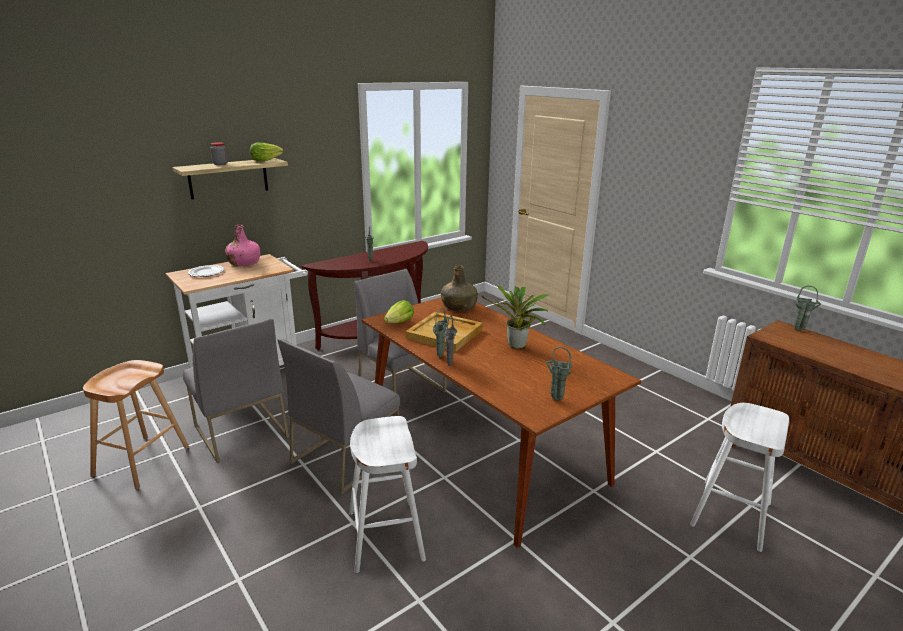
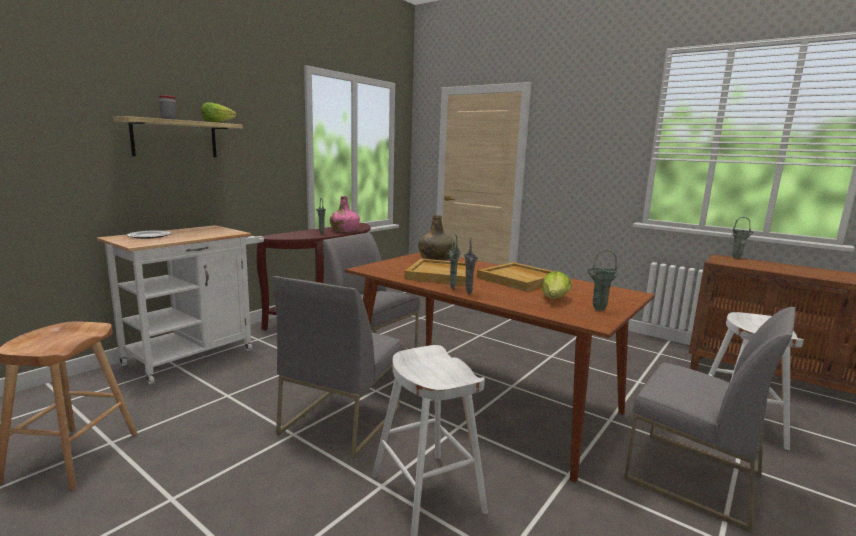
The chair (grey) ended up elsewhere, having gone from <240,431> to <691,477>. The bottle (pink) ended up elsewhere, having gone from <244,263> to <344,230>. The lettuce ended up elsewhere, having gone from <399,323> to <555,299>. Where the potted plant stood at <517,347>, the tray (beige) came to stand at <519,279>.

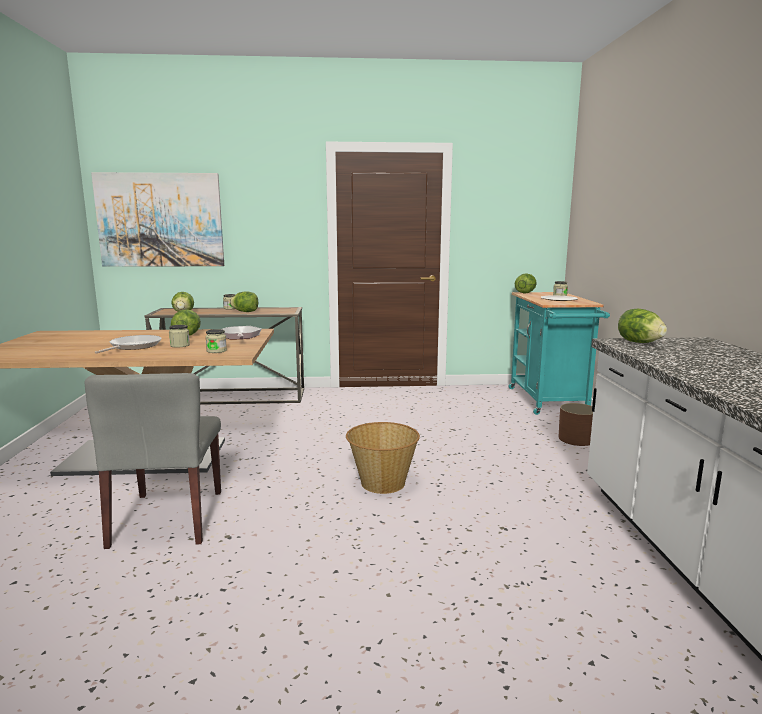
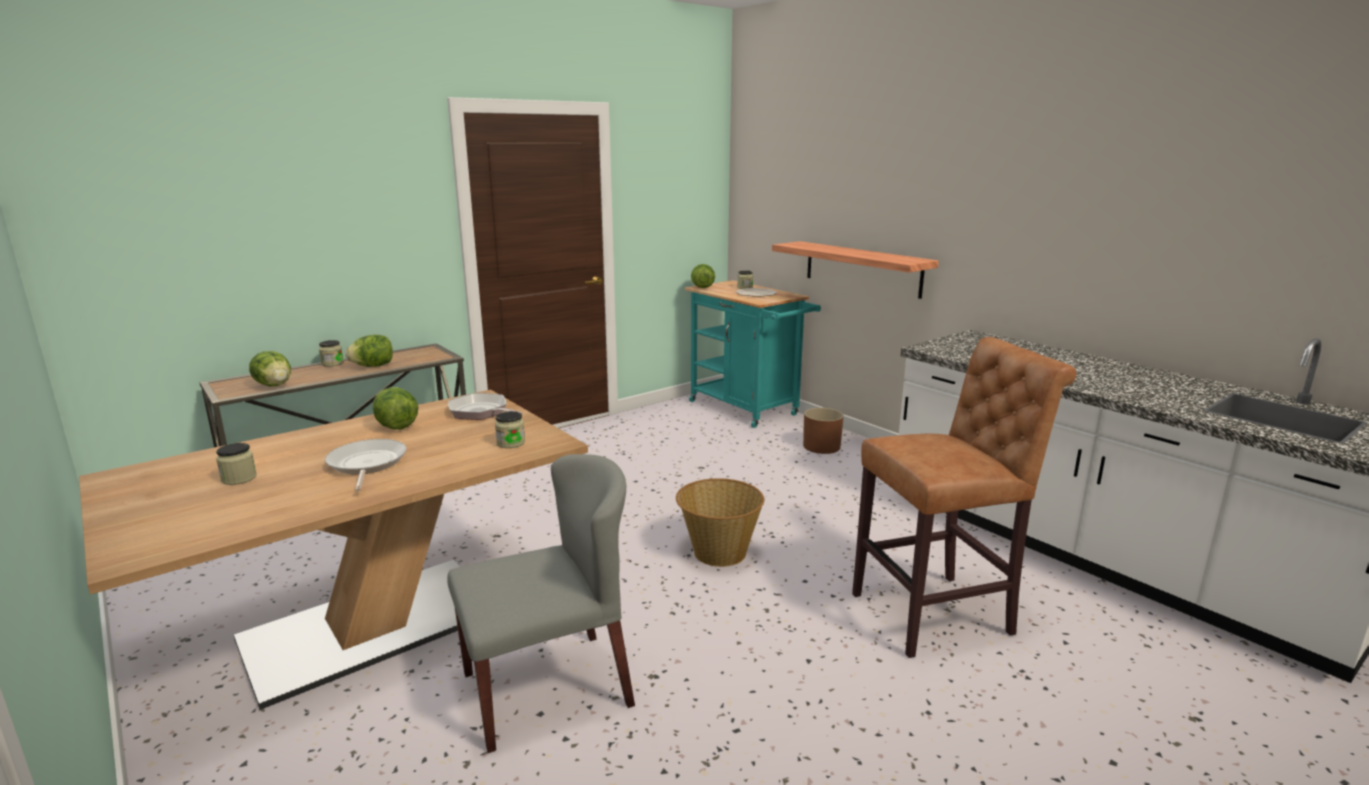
The second view lost the picture at <160,220>. The second view lost the lettuce at <639,342>. The second view gained the shelf at <862,268>. The second view gained the stool (brown) at <939,613>. The jar ended up elsewhere, having gone from <180,345> to <239,478>. The chair (grey) at <168,518> ended up facing another way, 75 degrees counterclockwise from before.

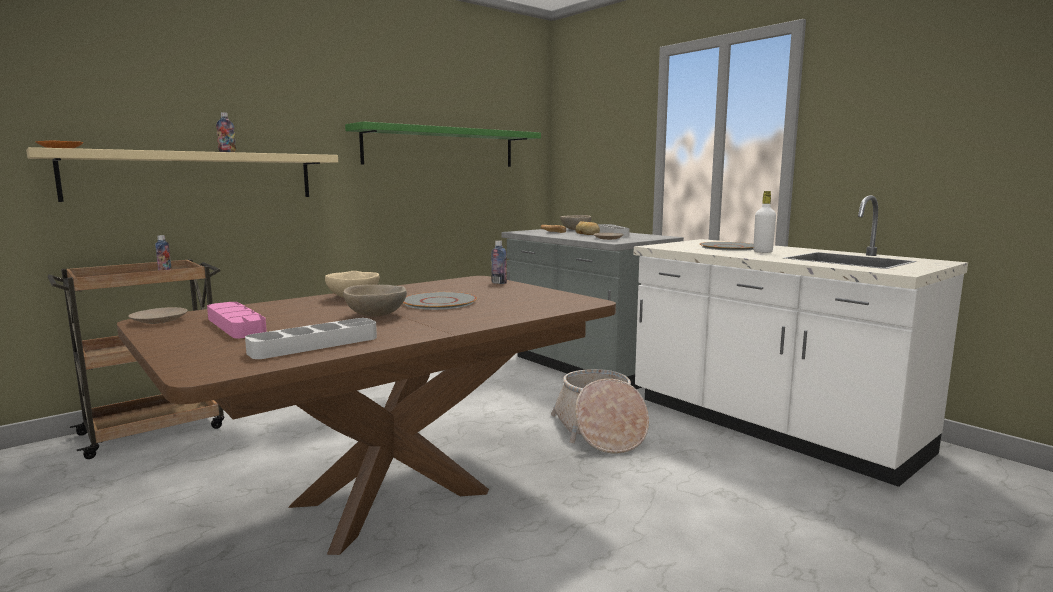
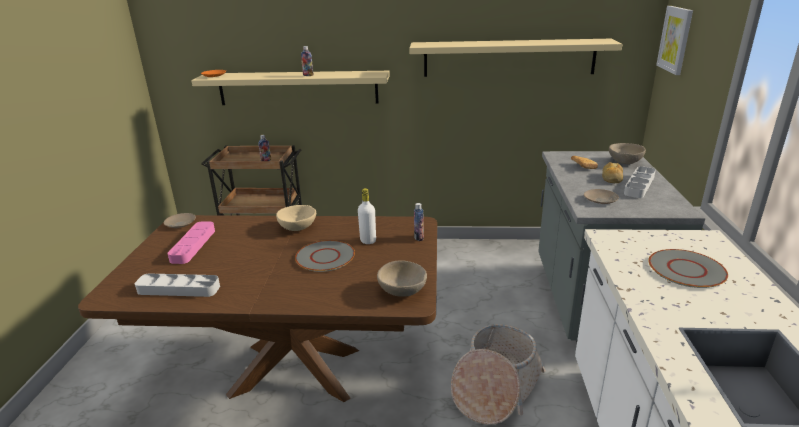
The second view gained the picture at <675,39>. The bowl (beige) ended up elsewhere, having gone from <375,315> to <401,291>. The bottle (white) ended up elsewhere, having gone from <762,252> to <368,241>. What was the shelf (green) at <441,147> turned into the shelf (beige) at <508,58>.

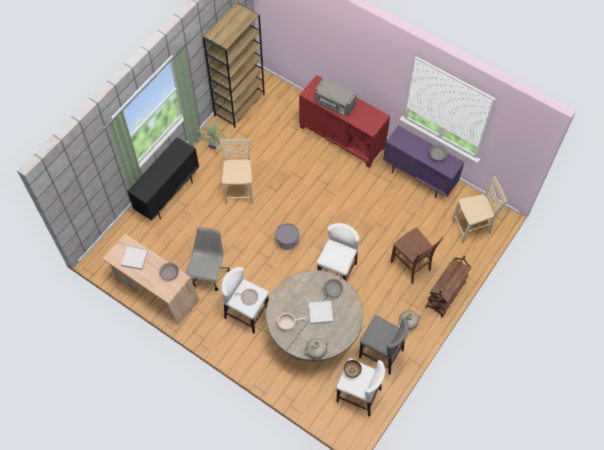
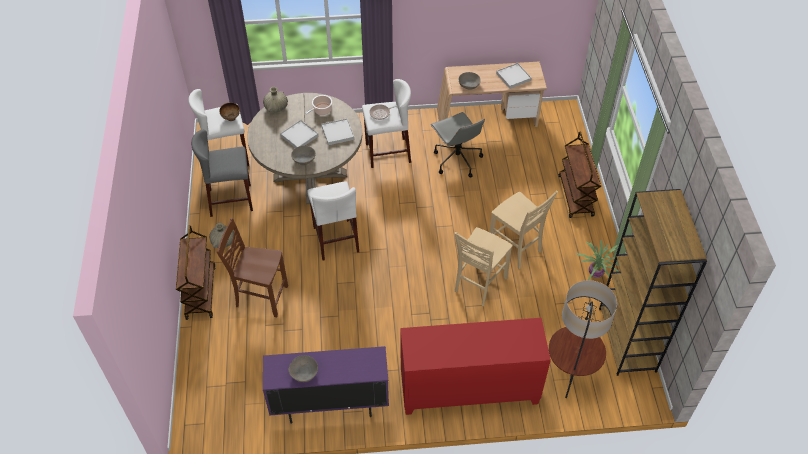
The second view lost the bucket (grey) at <287,241>. The second view lost the microwave (grey) at <334,104>. The second view gained the tray (white) at <337,133>. The second view gained the floor lamp at <568,378>. The chair (beige) ended up elsewhere, having gone from <472,227> to <479,284>. Where the cabinet (black) stood at <168,195>, the cart (brown) came to stand at <575,196>.

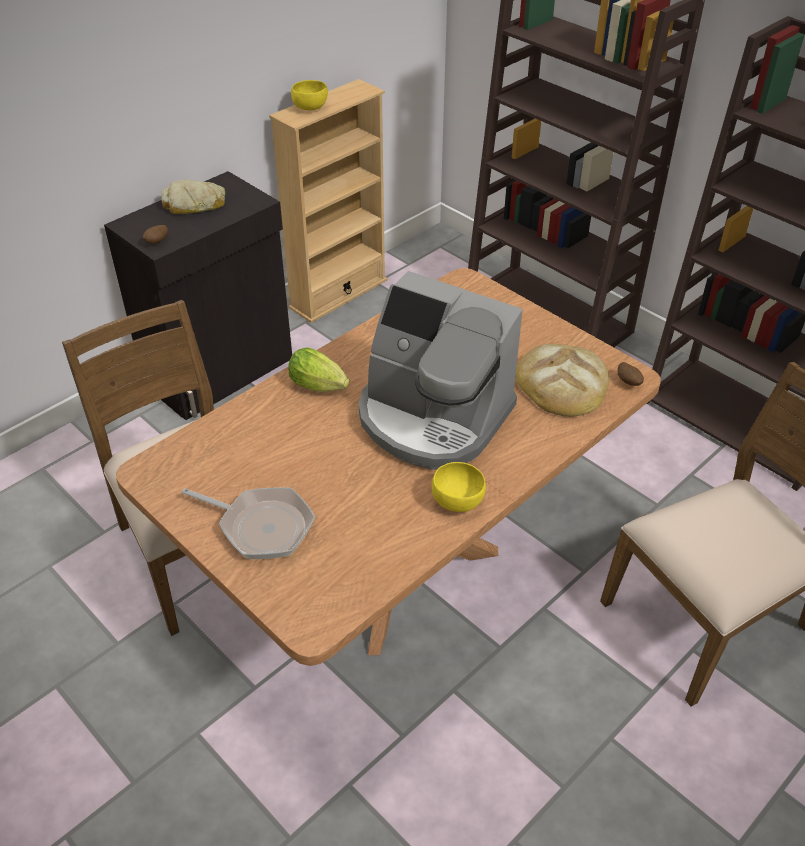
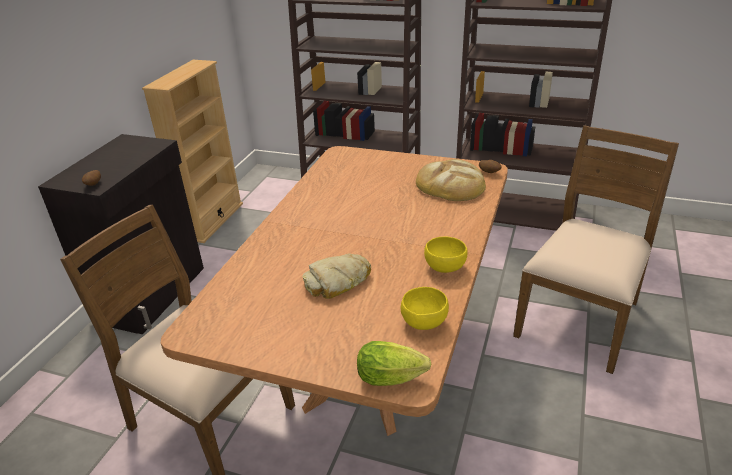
The second view lost the frying pan at <261,526>. The second view lost the coffee machine at <432,418>. The bread ended up elsewhere, having gone from <194,204> to <338,281>. The lettuce ended up elsewhere, having gone from <321,387> to <394,378>. The bowl (yellow) ended up elsewhere, having gone from <310,108> to <423,322>.

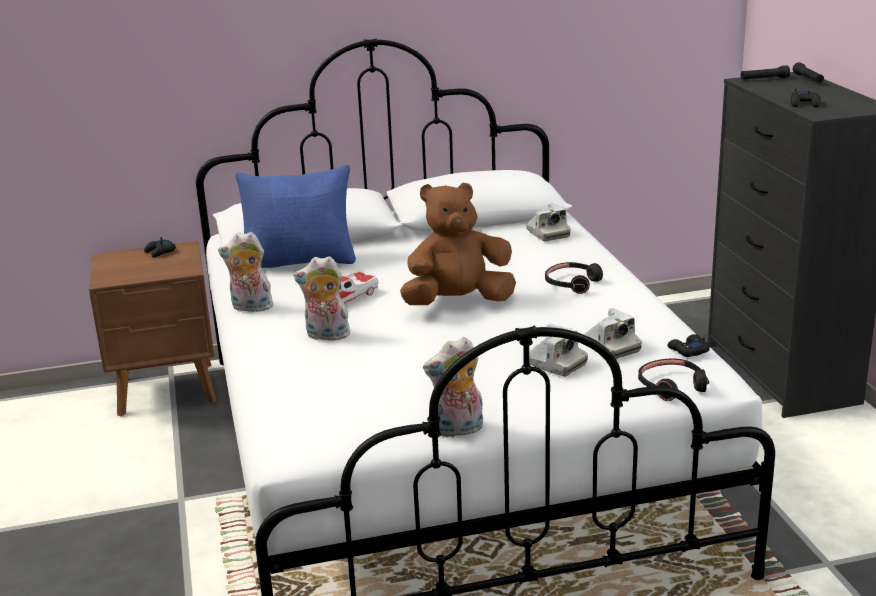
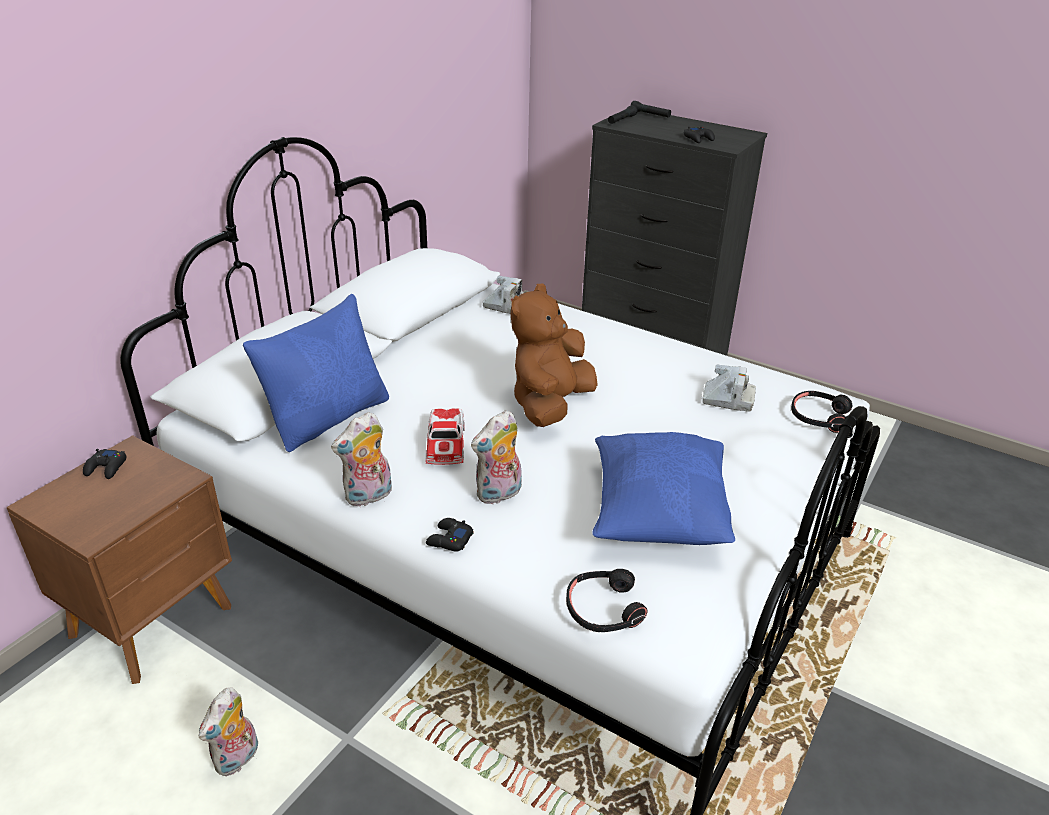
The second view lost the photo camera at <555,364>. The second view gained the pillow (blue) at <657,515>. The plush toy ended up elsewhere, having gone from <458,430> to <238,759>. The headphones (black) ended up elsewhere, having gone from <572,283> to <603,609>. The game controller (black) ended up elsewhere, having gone from <688,350> to <449,540>.

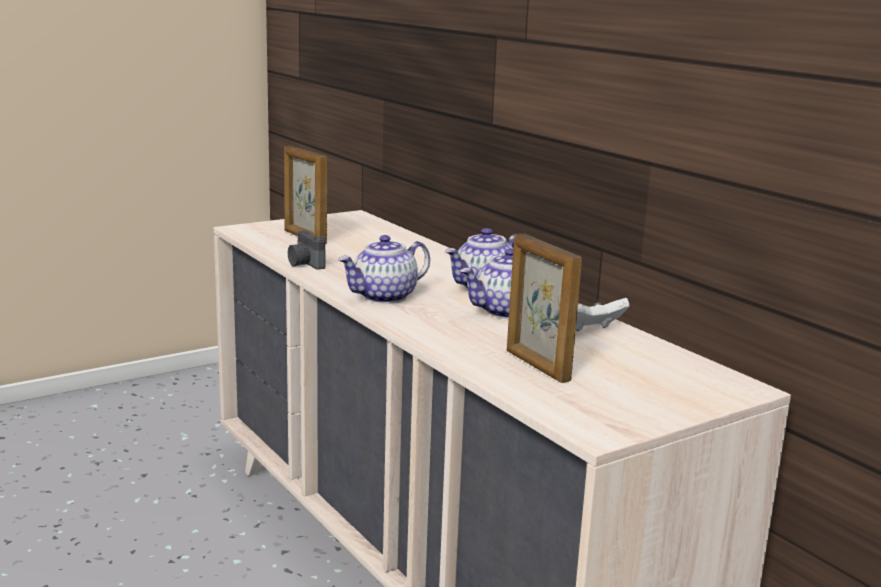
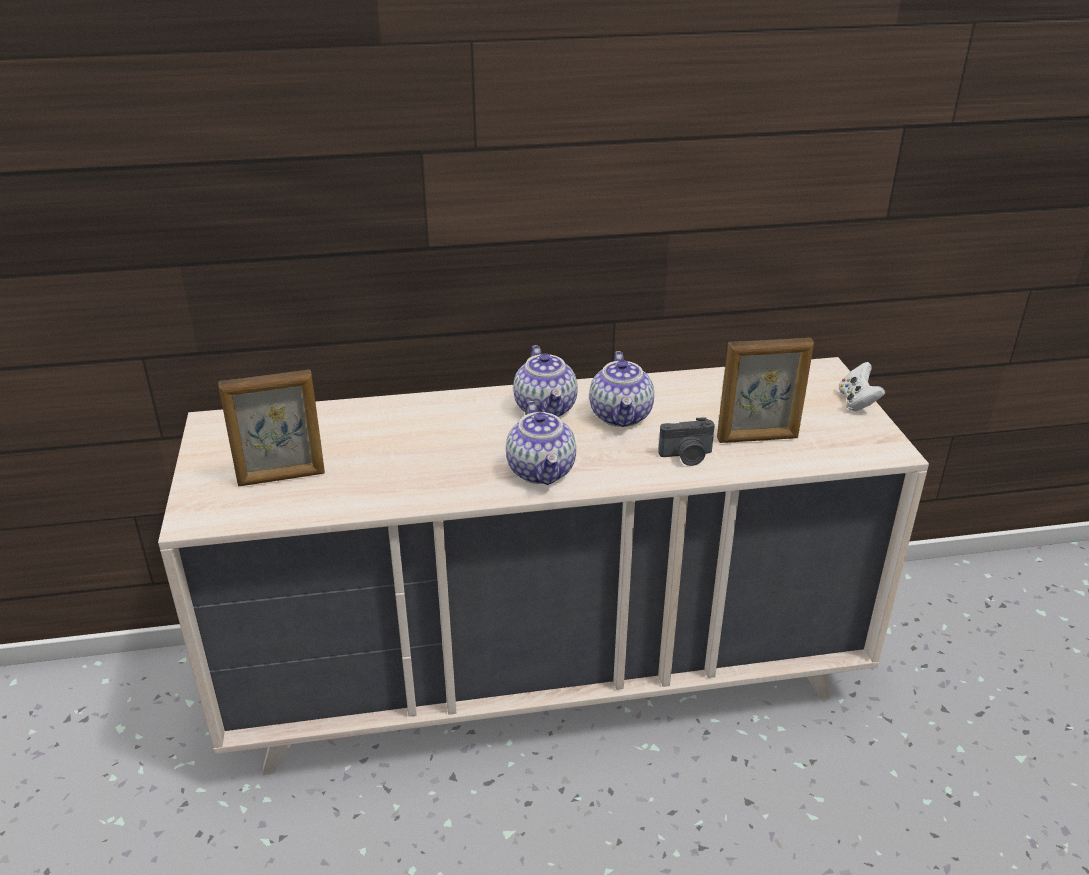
The photo camera ended up elsewhere, having gone from <305,264> to <687,456>. The game controller (white) ended up elsewhere, having gone from <592,330> to <857,402>.

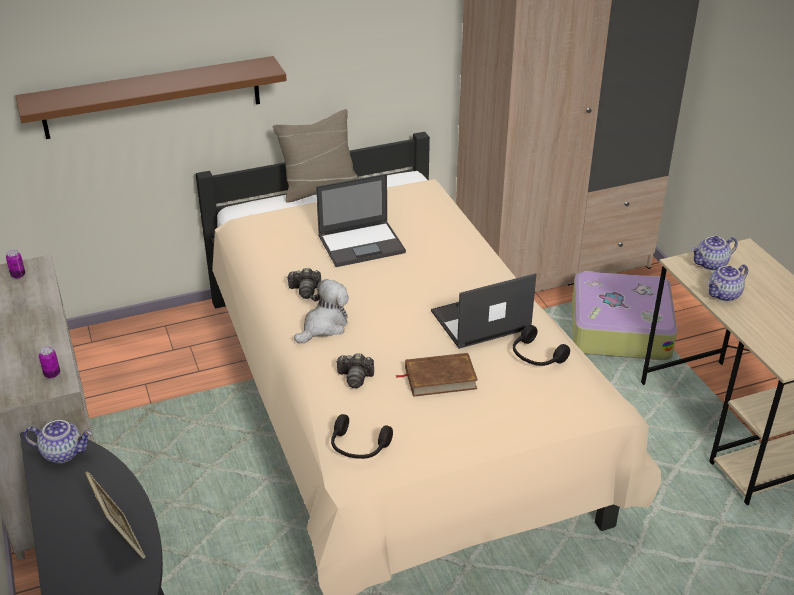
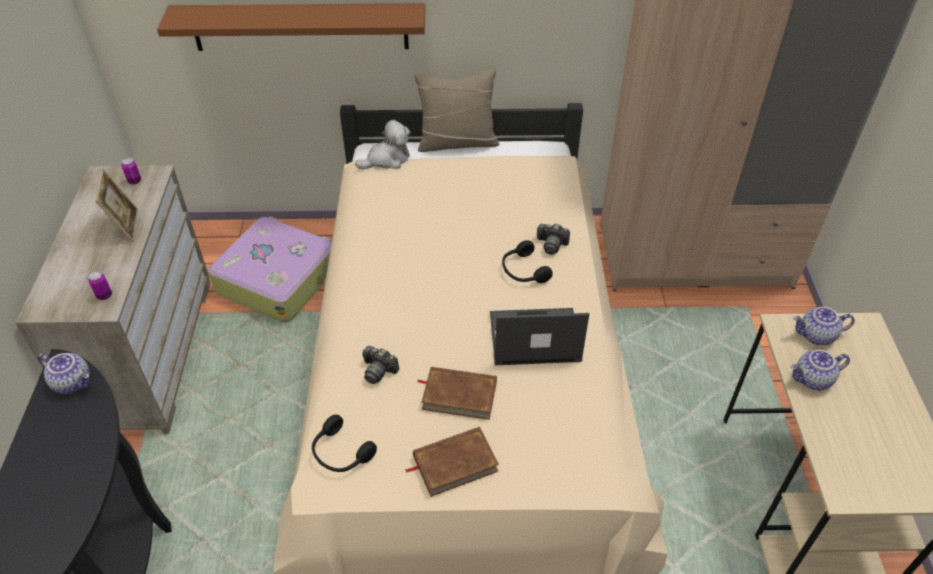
The second view lost the laptop at <362,244>. The second view gained the book (brown) at <454,463>. The picture frame ended up elsewhere, having gone from <121,540> to <126,226>. The photo camera ended up elsewhere, having gone from <305,290> to <551,244>. The plush toy ended up elsewhere, having gone from <324,326> to <387,159>. The headphones (black) ended up elsewhere, having gone from <536,356> to <523,271>. The suitcase ended up elsewhere, having gone from <619,328> to <277,279>.

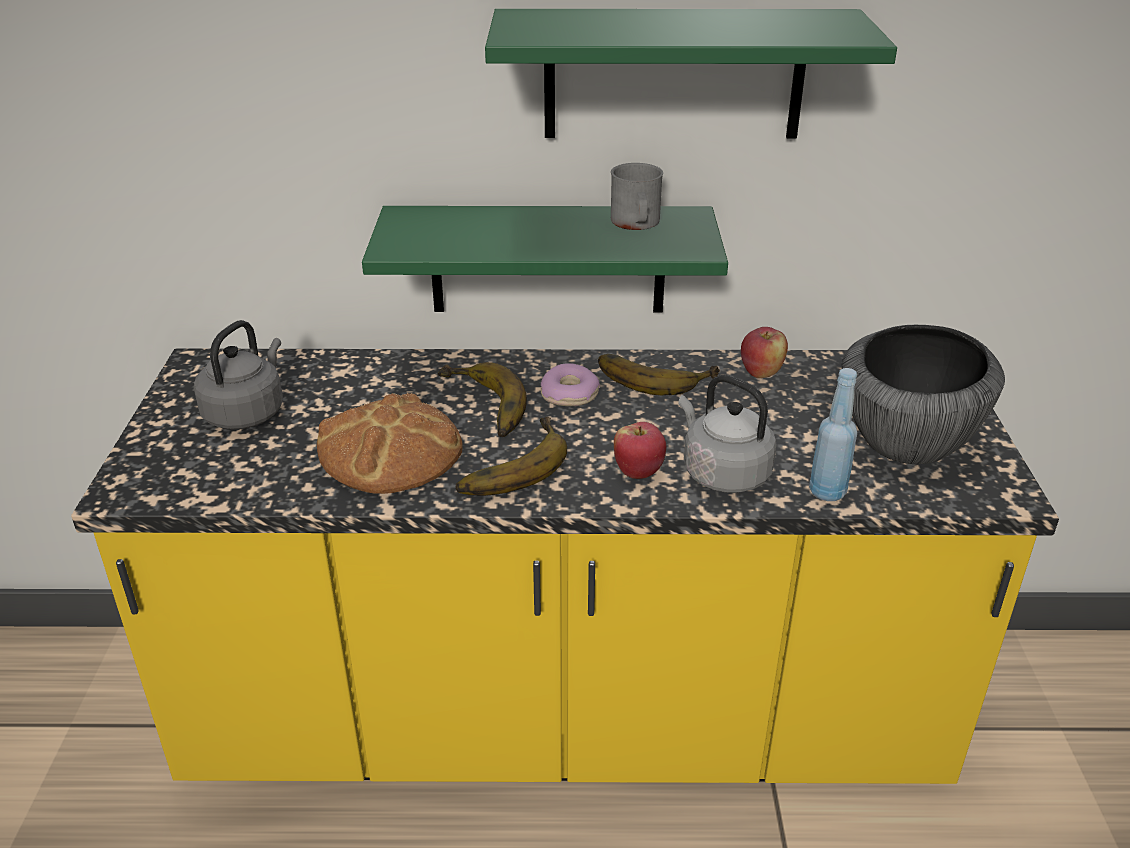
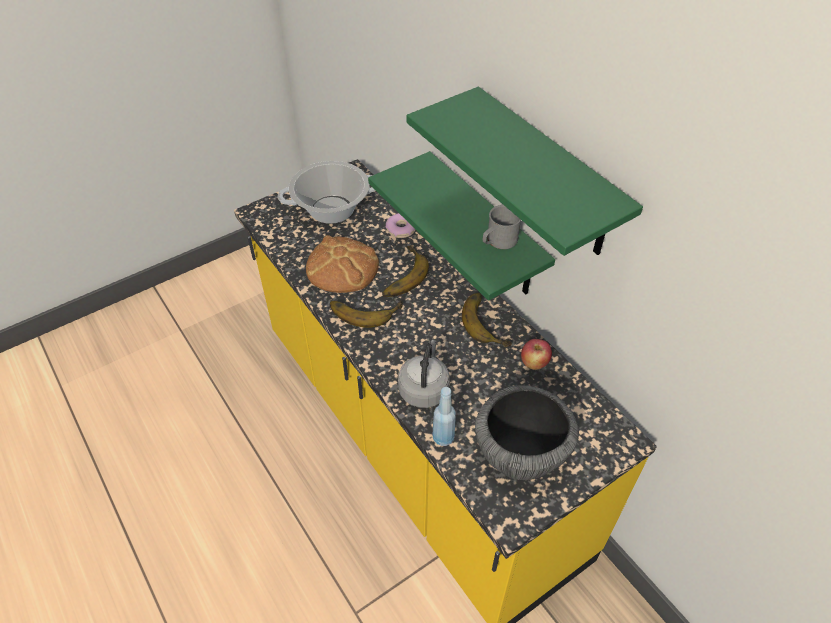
The second view lost the apple at <638,472>. The donut ended up elsewhere, having gone from <570,395> to <401,230>. Where the kettle (grey) stood at <247,412>, the cooking pot came to stand at <331,209>.

